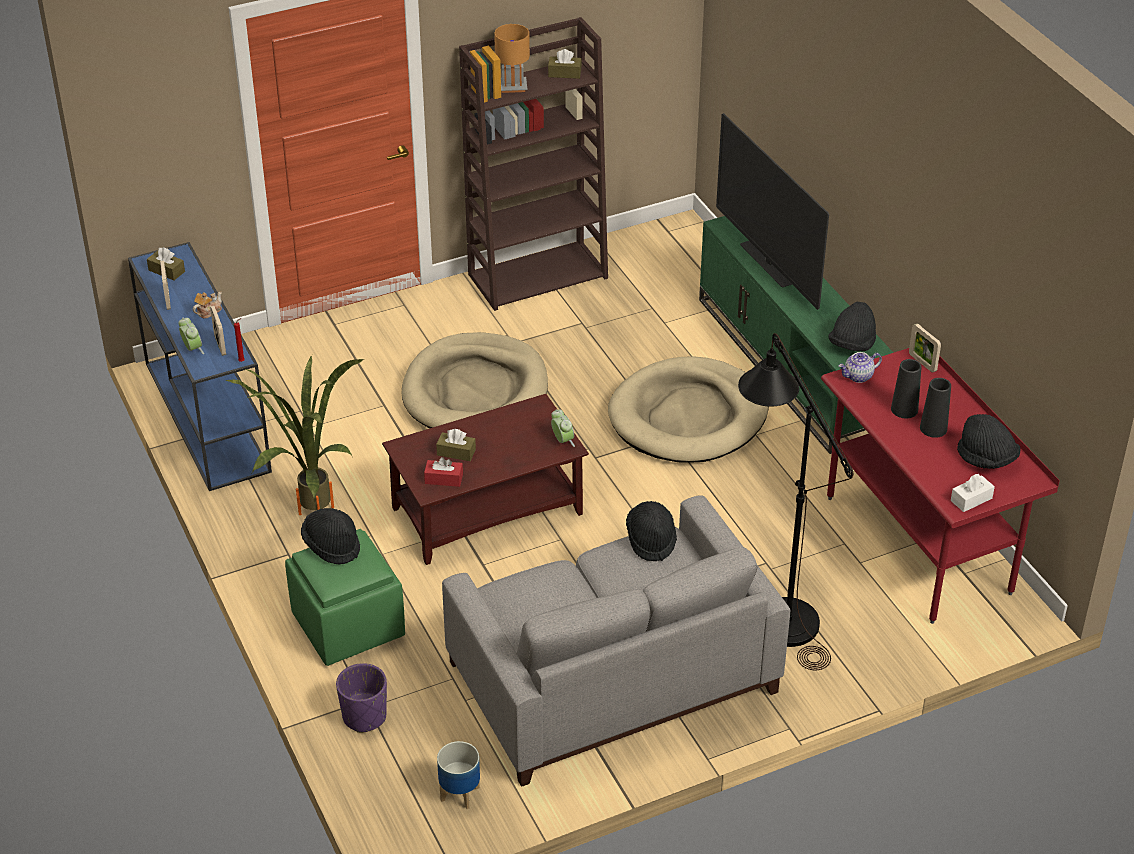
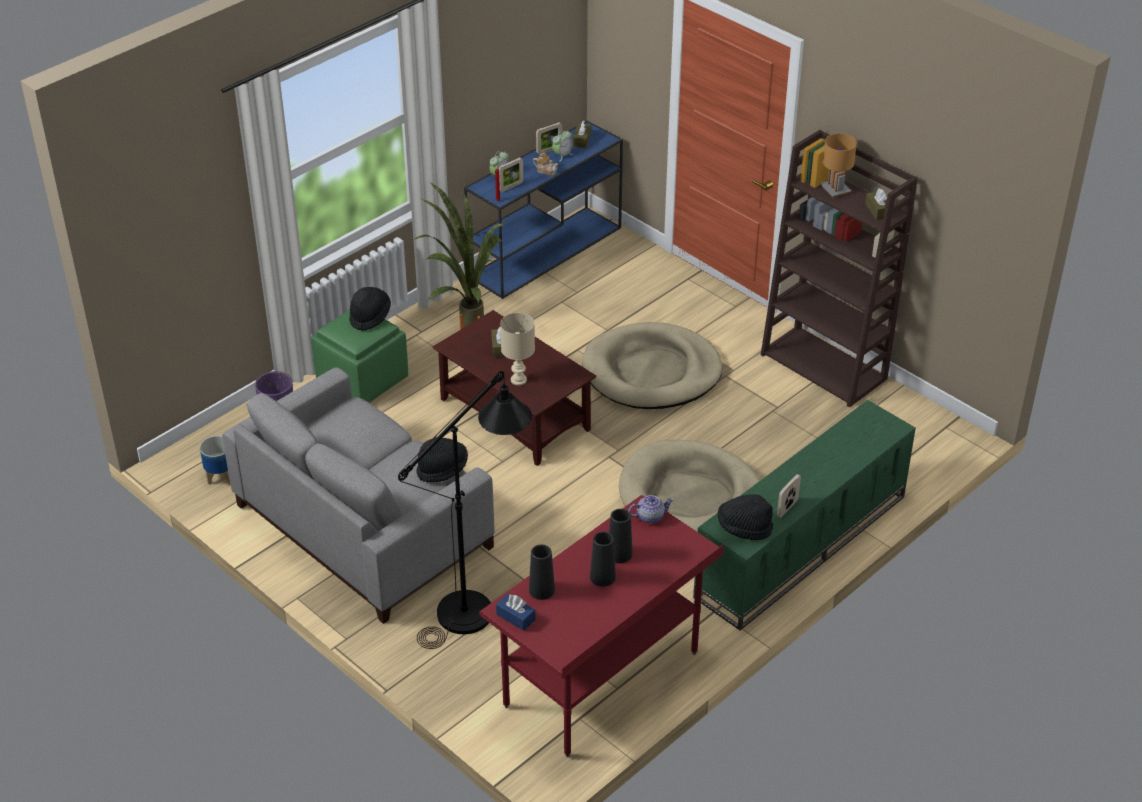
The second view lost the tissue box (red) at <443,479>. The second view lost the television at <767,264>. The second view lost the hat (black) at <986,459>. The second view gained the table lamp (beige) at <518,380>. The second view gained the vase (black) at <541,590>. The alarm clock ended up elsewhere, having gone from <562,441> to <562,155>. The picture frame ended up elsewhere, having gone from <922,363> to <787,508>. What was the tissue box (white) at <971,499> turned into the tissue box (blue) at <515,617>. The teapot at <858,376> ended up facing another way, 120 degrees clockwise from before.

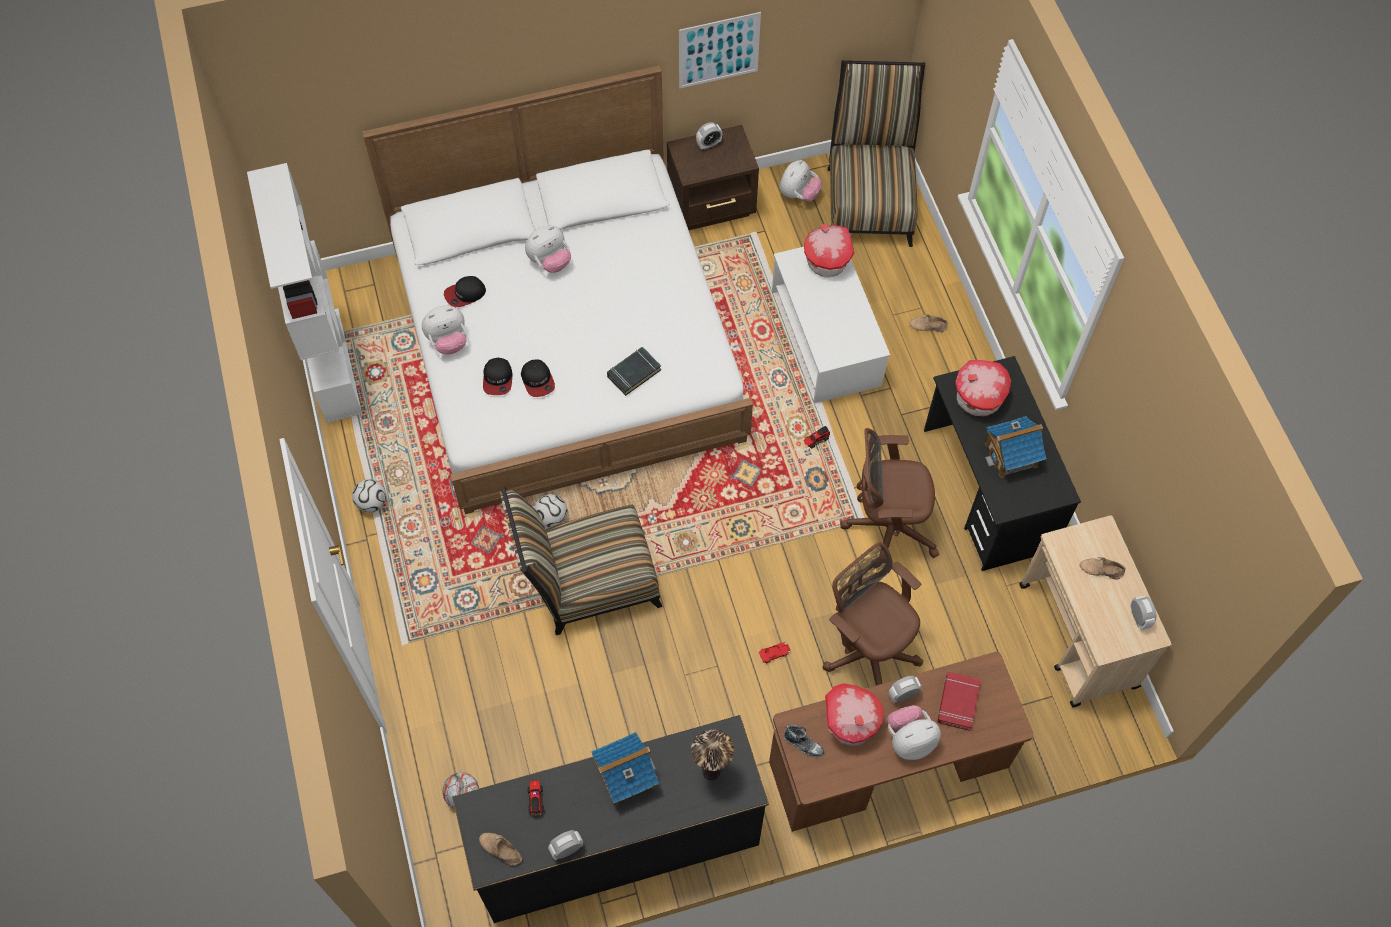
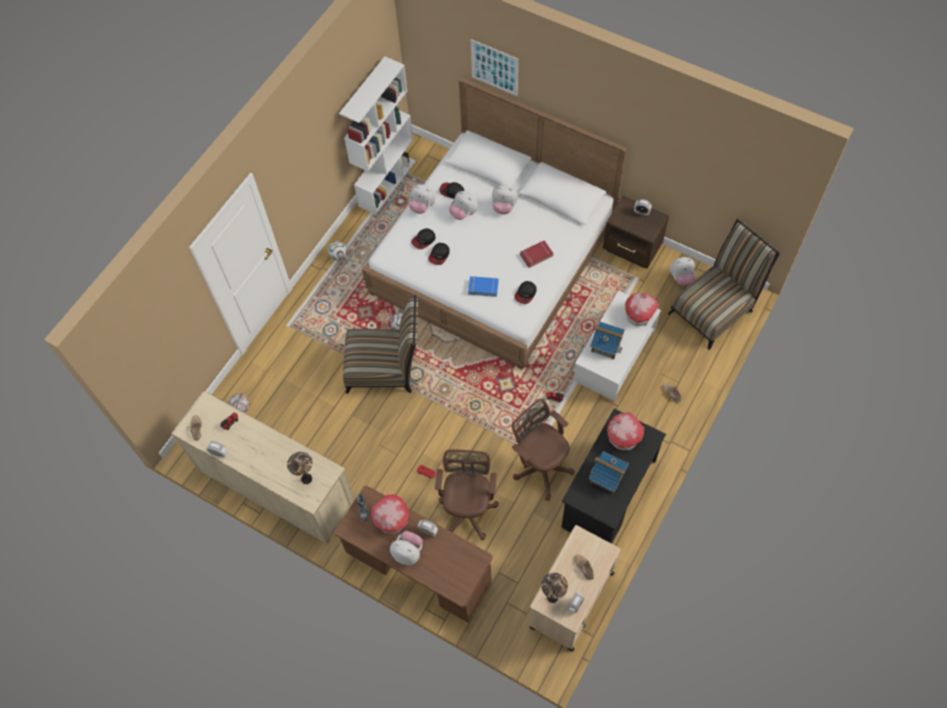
The second view gained the plush toy at <463,213>. The second view gained the cap at <525,294>. The second view gained the table lamp at <552,597>. The toy house ended up elsewhere, having gone from <625,775> to <606,345>. The picture ended up elsewhere, having gone from <719,50> to <494,67>. The book (red) ended up elsewhere, having gone from <958,702> to <536,255>. What was the dresser (black) at <616,842> turned into the dresser (beige) at <275,485>. What was the book (black) at <633,373> turned into the book (blue) at <483,287>. The chair at <587,581> ended up facing another way, 150 degrees clockwise from before.

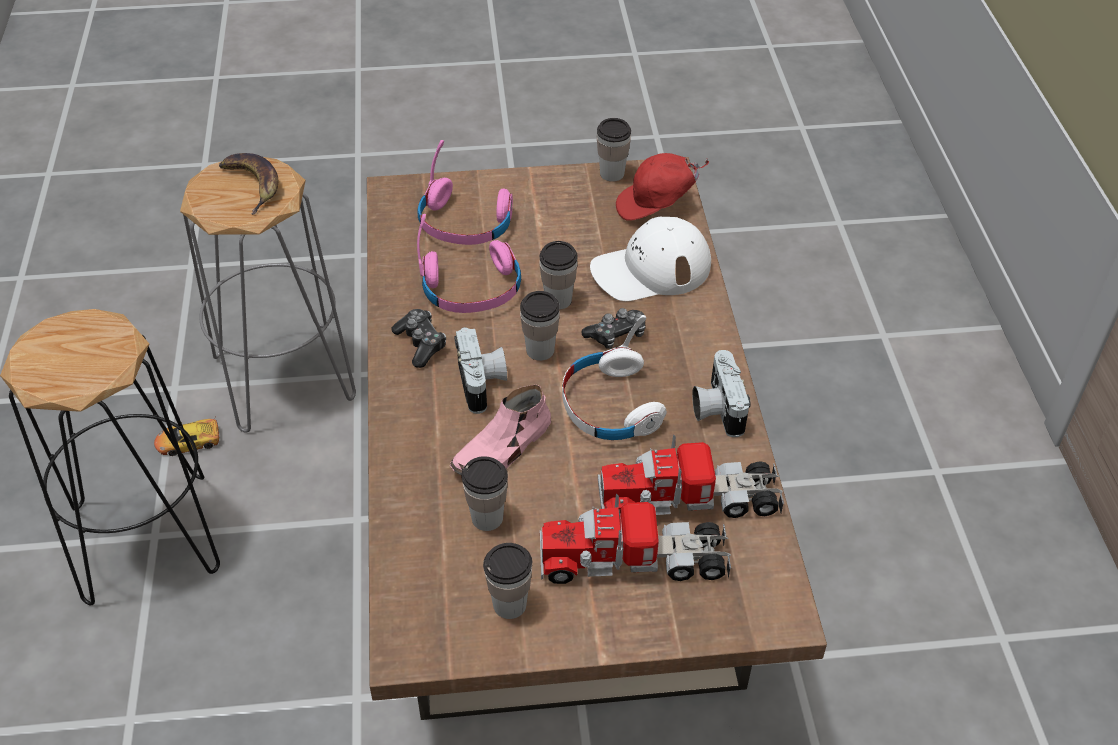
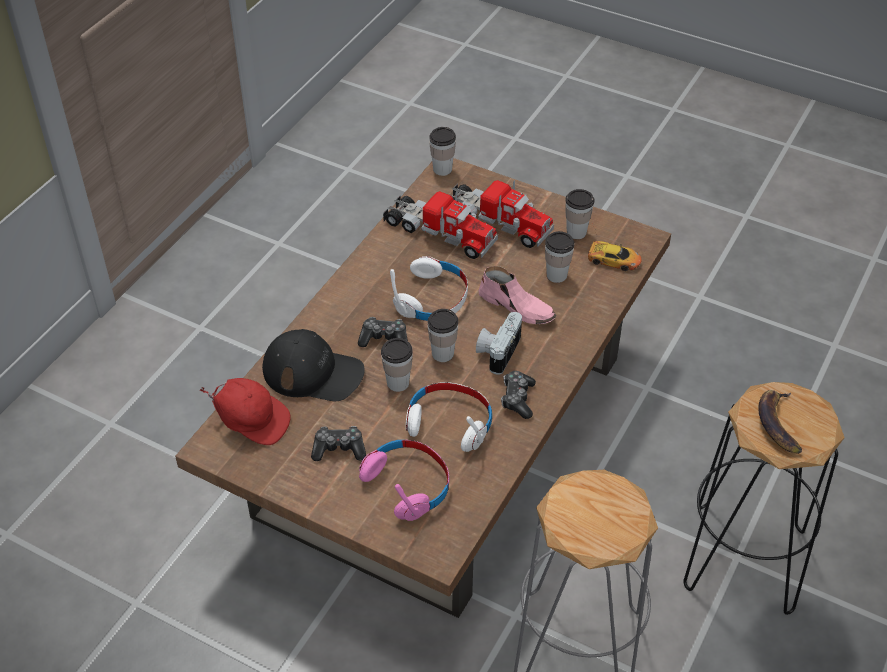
The second view lost the photo camera at <716,408>. The second view gained the game controller at <339,449>. The toy car ended up elsewhere, having gone from <189,441> to <613,260>. The banana ended up elsewhere, having gone from <253,184> to <777,424>. The cup ended up elsewhere, having gone from <612,174> to <442,169>. What was the headphones (pink) at <472,289> turned into the headphones (white) at <449,423>. What was the cap (white) at <650,270> turned into the cap (black) at <313,372>. The shoe (pink) at <503,447> ended up facing another way, 45 degrees clockwise from before.

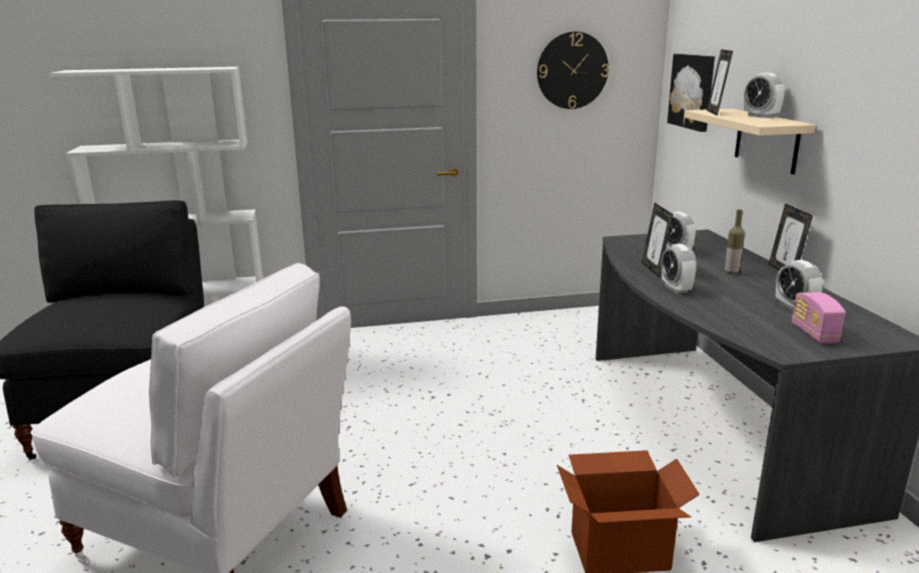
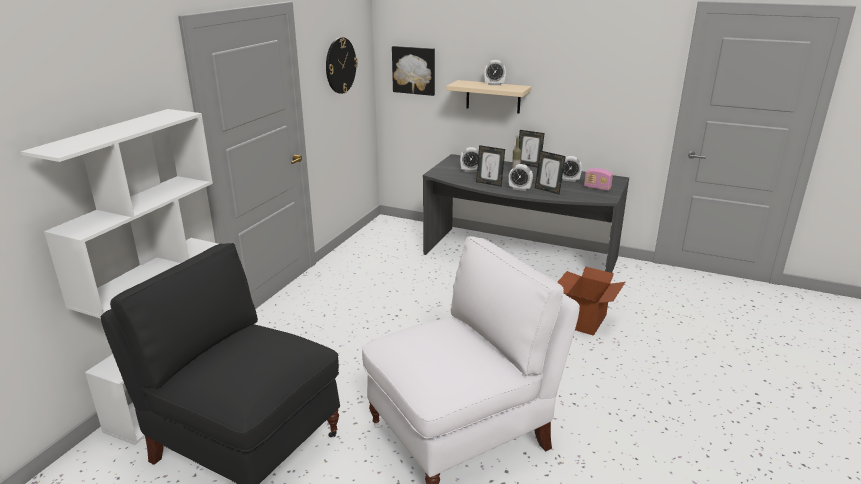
The picture frame ended up elsewhere, having gone from <715,113> to <548,190>.

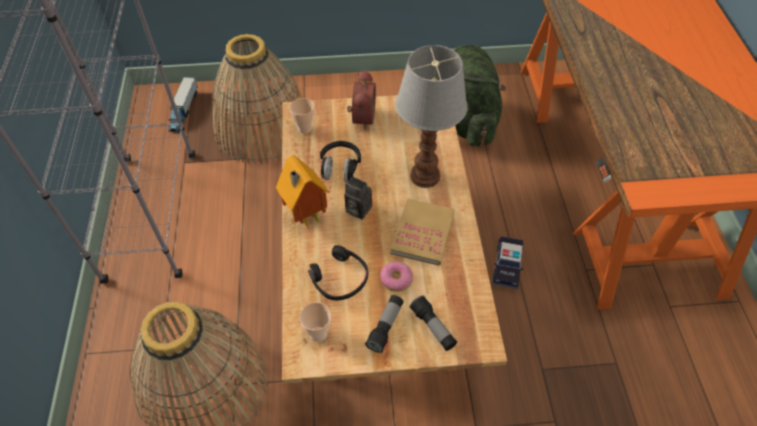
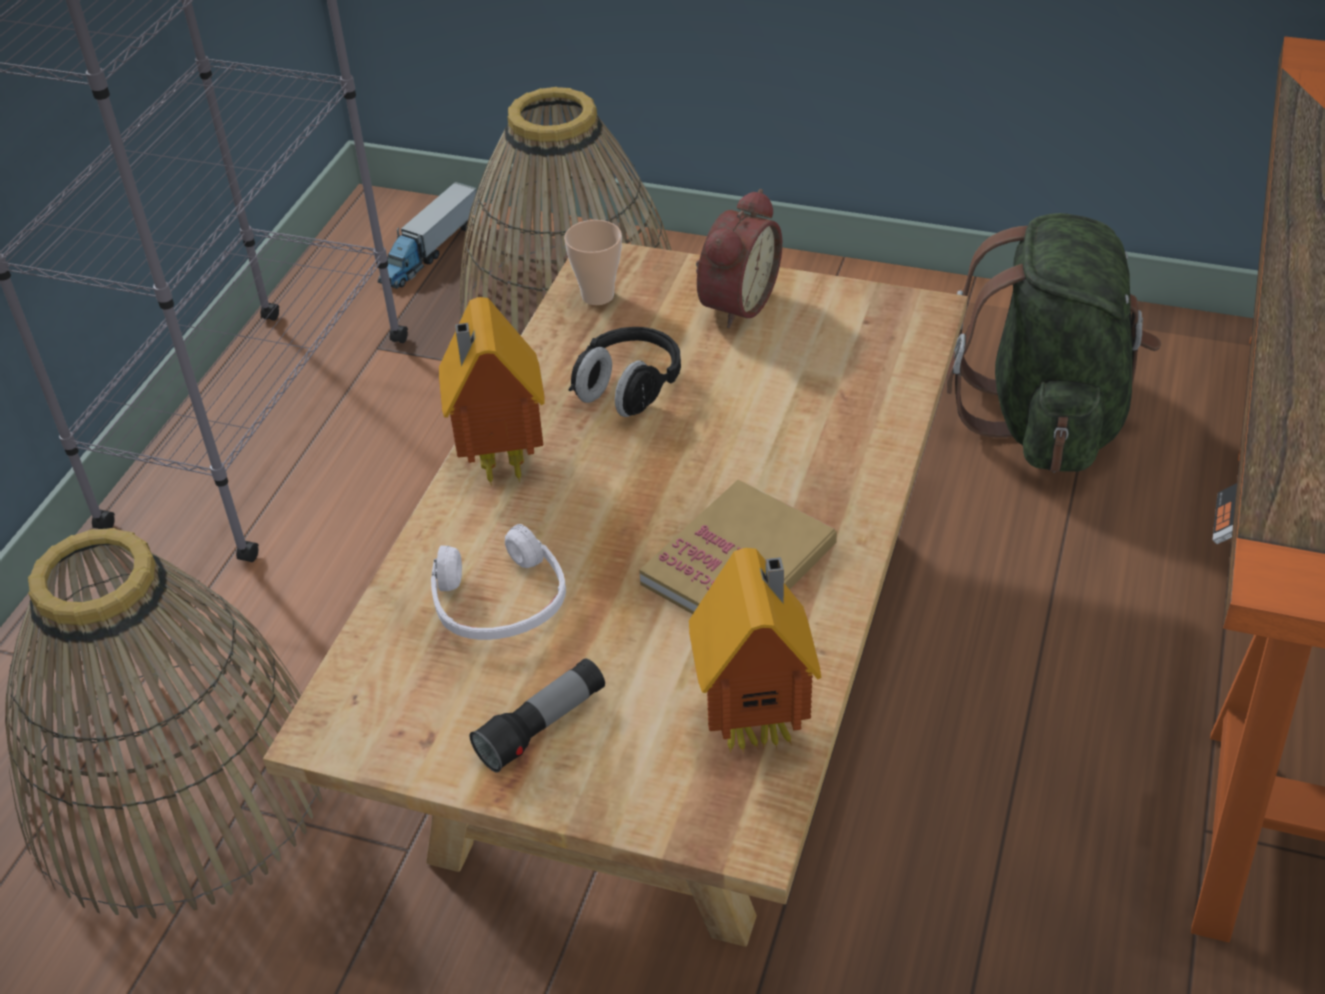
The second view lost the cup at <318,334>. The second view lost the photo camera at <356,209>. The second view lost the donut at <396,279>. The second view lost the table lamp at <424,177>. The second view lost the flashlight at <433,327>. The second view lost the toy car at <507,265>. The second view gained the toy house at <759,723>. What was the headphones (black) at <339,278> turned into the headphones (white) at <499,601>.

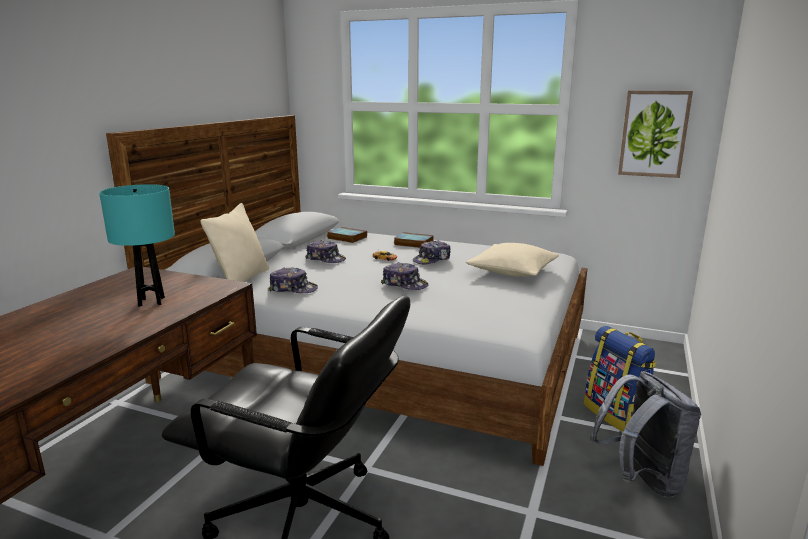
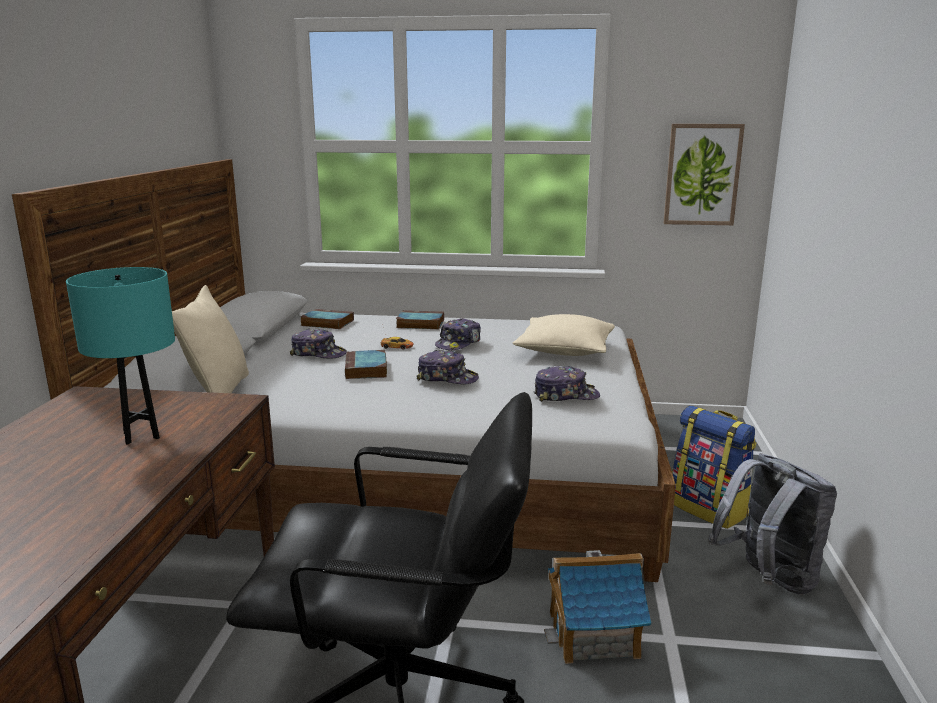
The second view gained the book at <366,369>. The second view gained the toy house at <594,634>. The cap ended up elsewhere, having gone from <293,289> to <566,395>.

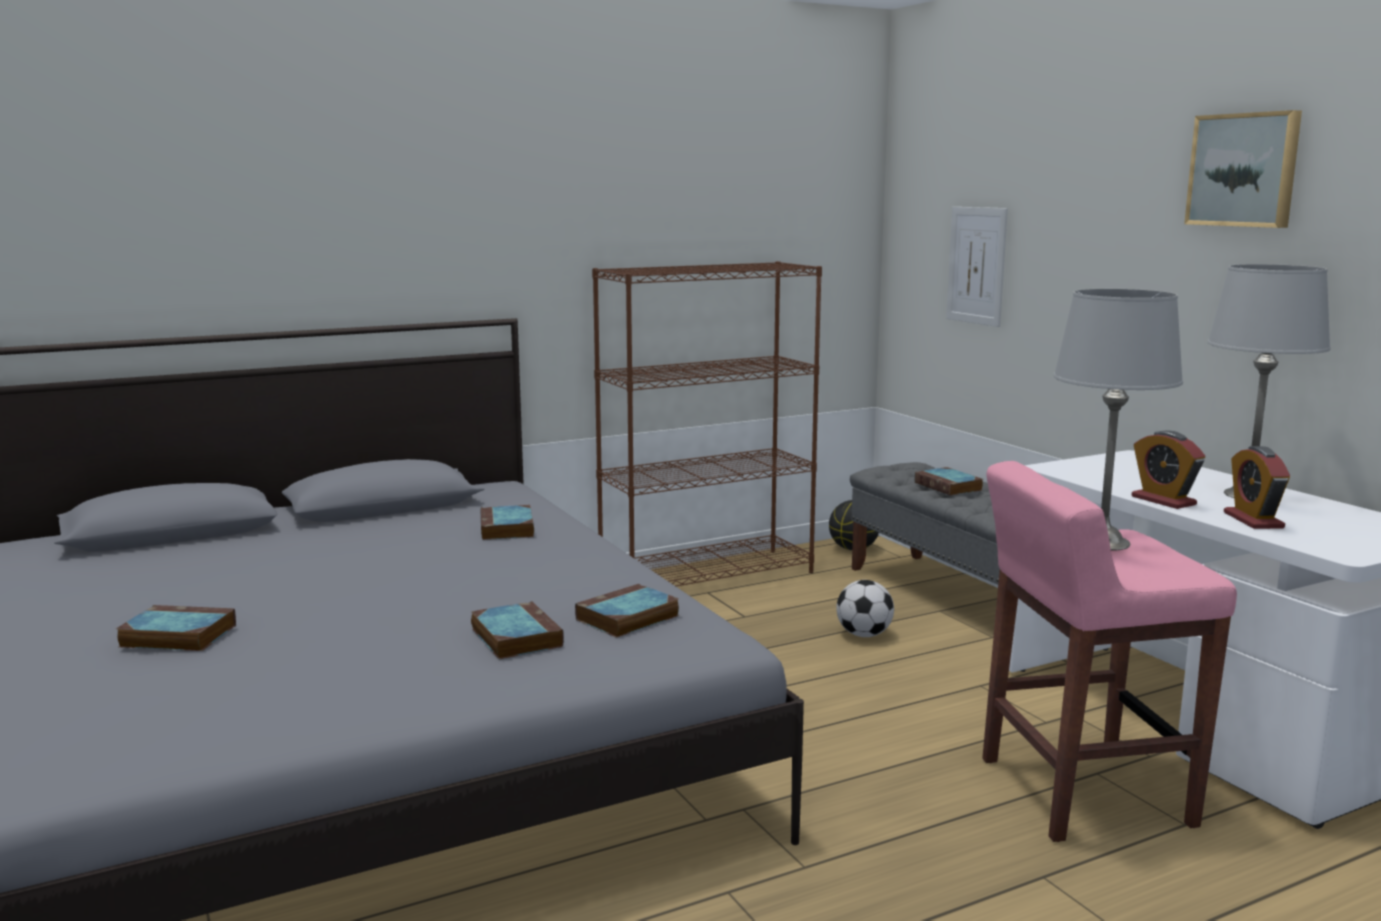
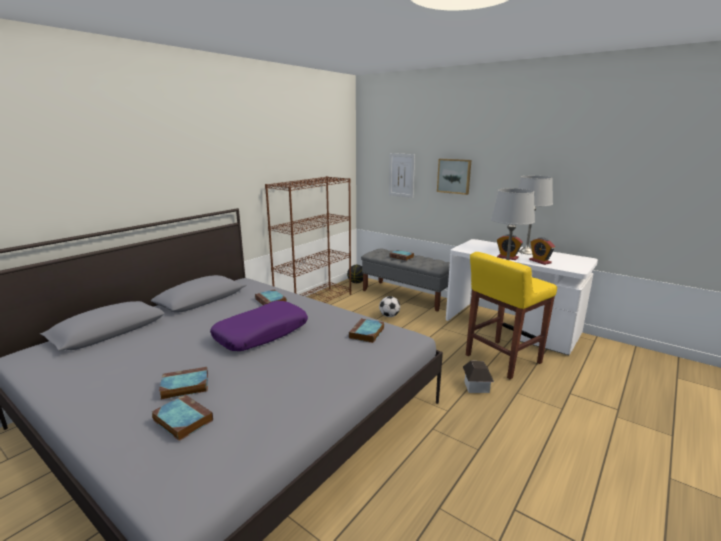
The second view gained the pillow (purple) at <261,333>. The second view gained the toy house at <476,387>. The book ended up elsewhere, having gone from <515,637> to <182,420>. The picture ended up elsewhere, having gone from <1244,170> to <454,176>. What was the stool (pink) at <1081,792> turned into the stool (yellow) at <502,359>.

